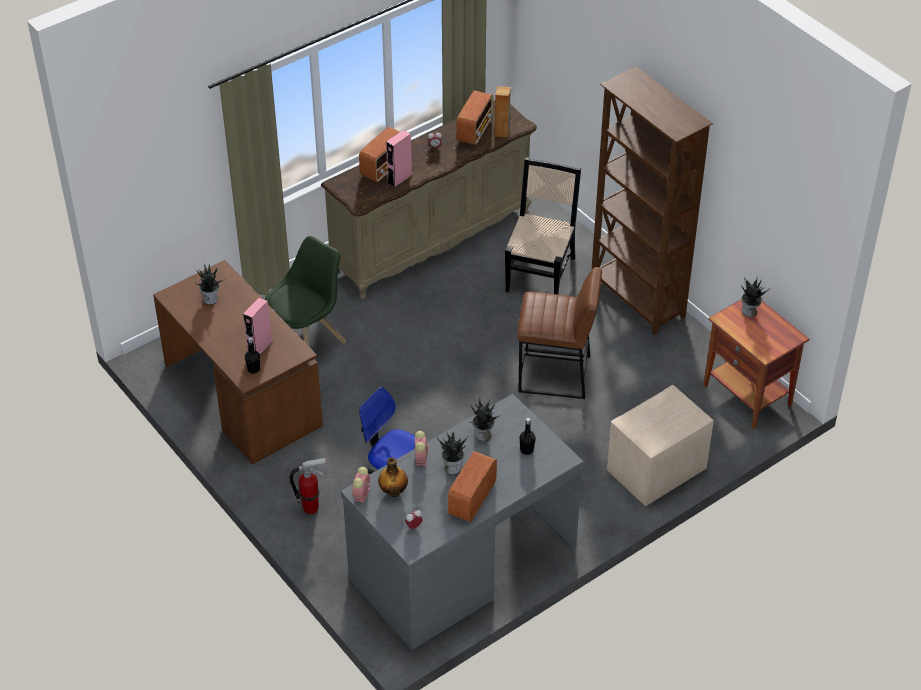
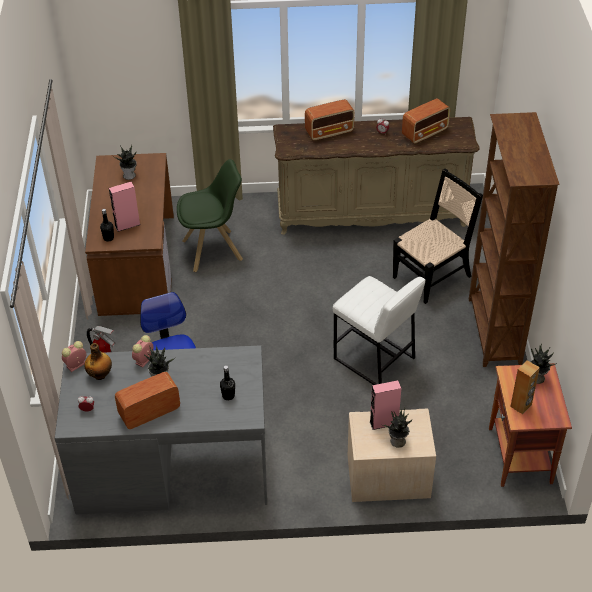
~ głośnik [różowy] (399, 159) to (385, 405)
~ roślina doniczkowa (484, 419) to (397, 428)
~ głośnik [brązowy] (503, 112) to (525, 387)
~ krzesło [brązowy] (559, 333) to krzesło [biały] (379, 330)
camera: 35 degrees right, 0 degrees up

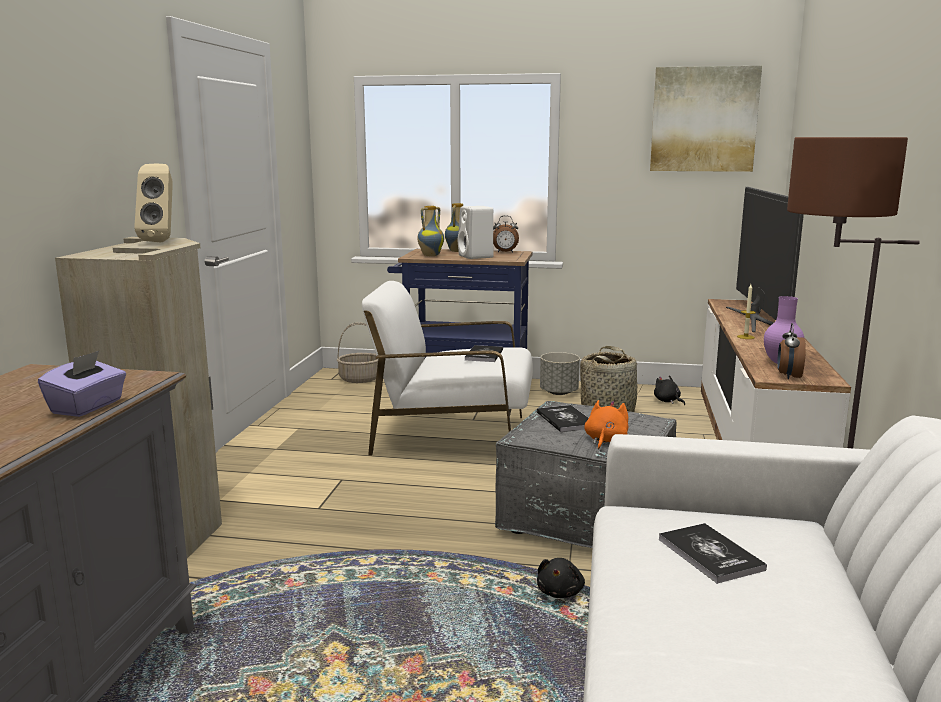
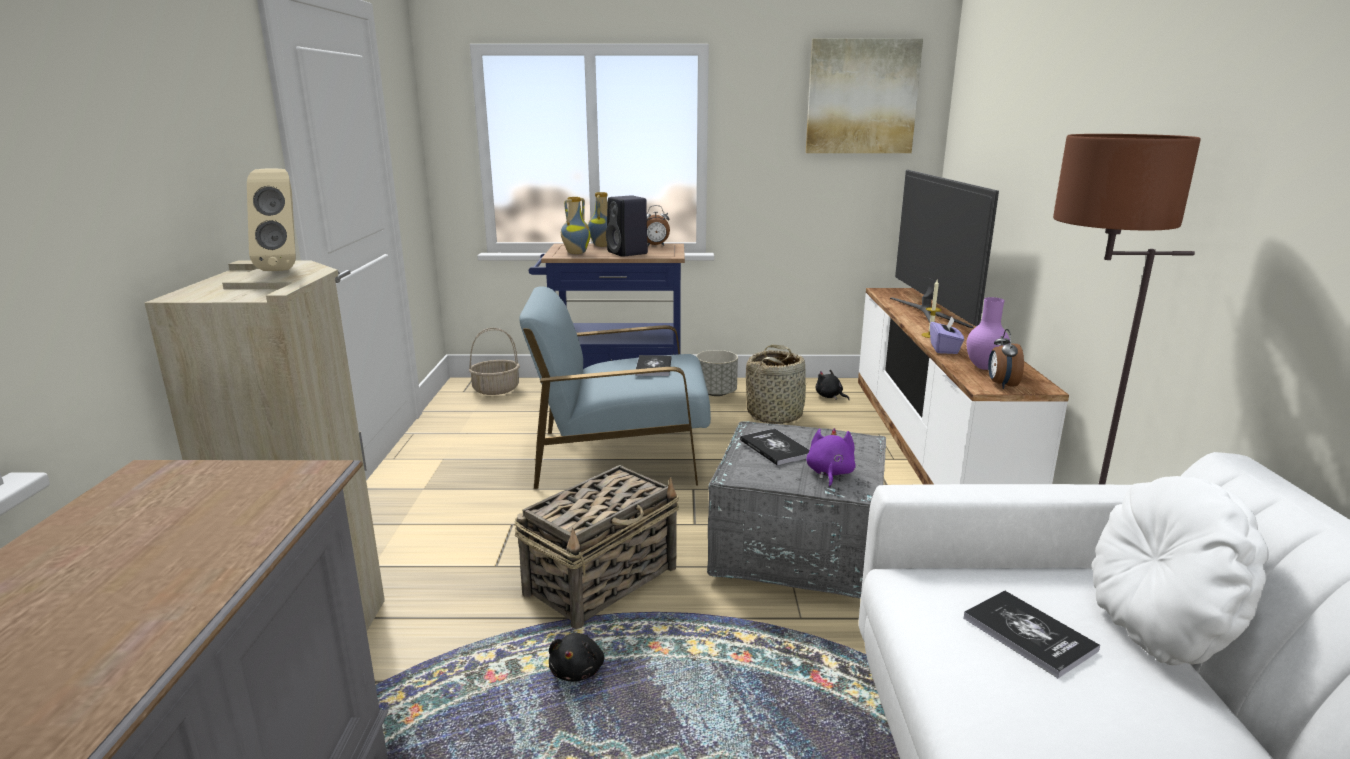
+ koszyk (596, 547)
+ poduszka [biały] (1180, 570)
~ pudełko chusteczek [fioletowy] (82, 384) to (947, 335)
~ pluszak [czarny] (561, 578) to (576, 657)
~ fotel [biały] (447, 368) to fotel [niebieski] (615, 387)
~ głośnik [biały] (476, 232) to głośnik [czarny] (627, 226)
~ pluszak [pomarańczowy] (606, 425) to pluszak [fioletowy] (831, 457)
camera: 10 degrees left, 5 degrees up

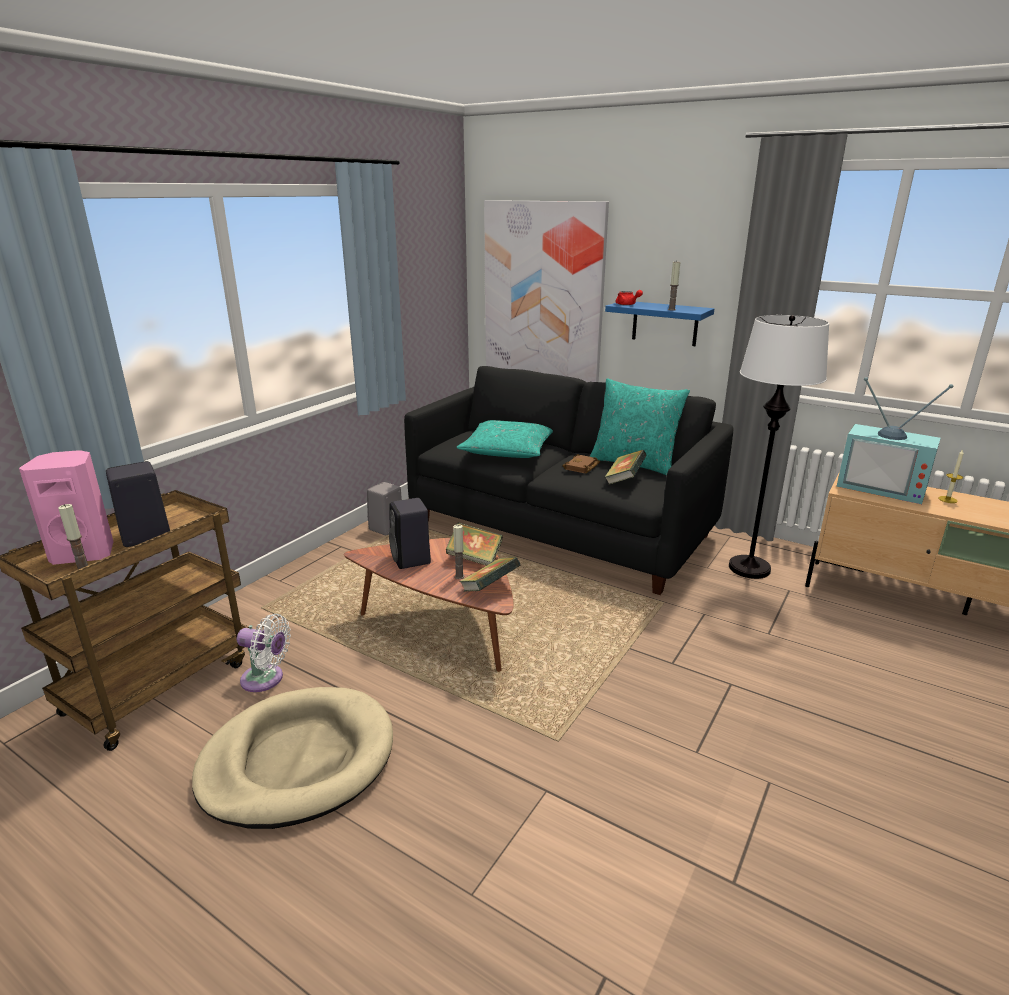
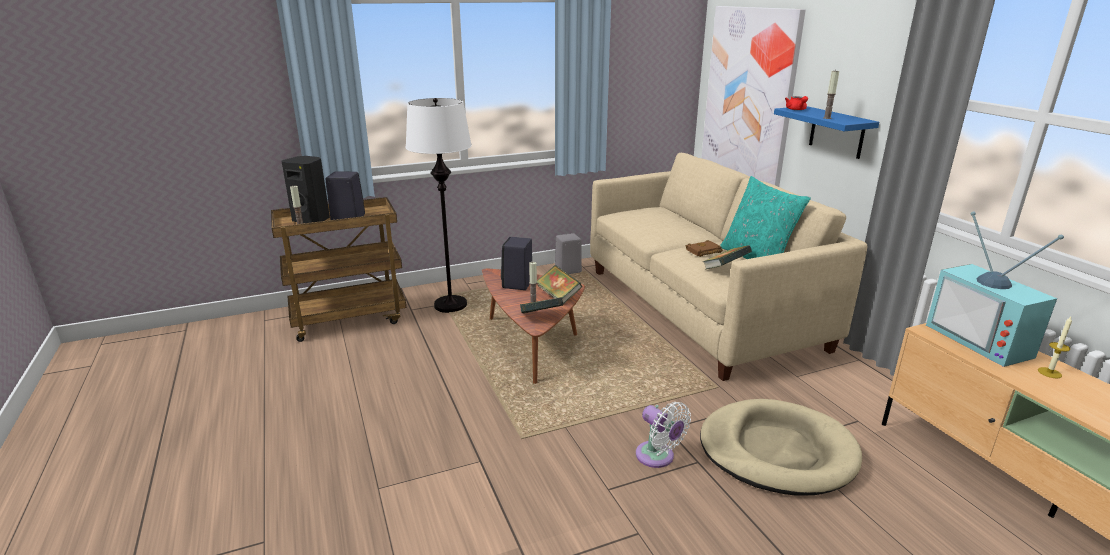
- poduszka [turkusowy] (504, 439)
~ legowisko [beżowy] (292, 758) to (781, 447)
~ wentylator [biały] (264, 653) to (663, 435)
~ lampa stojąca [biały] (779, 447) to (438, 205)
~ głośnik [różowy] (66, 507) to głośnik [czarny] (306, 189)
~ kanapa [czarny] (568, 480) to kanapa [beżowy] (729, 267)
camera: 35 degrees right, 0 degrees up

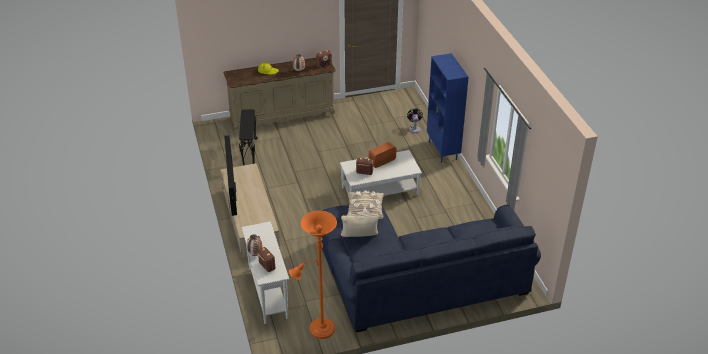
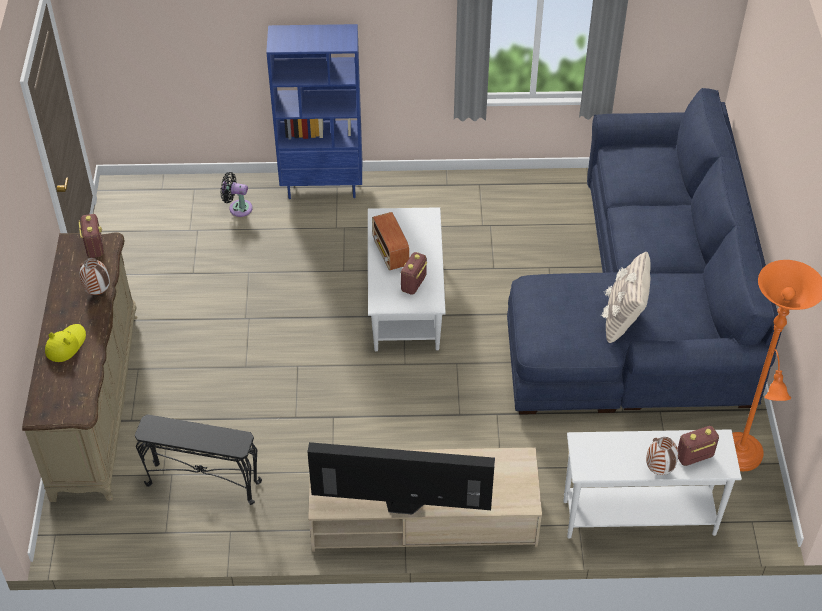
- poduszka [beżowy] (365, 204)
camera: 75 degrees left, 10 degrees up

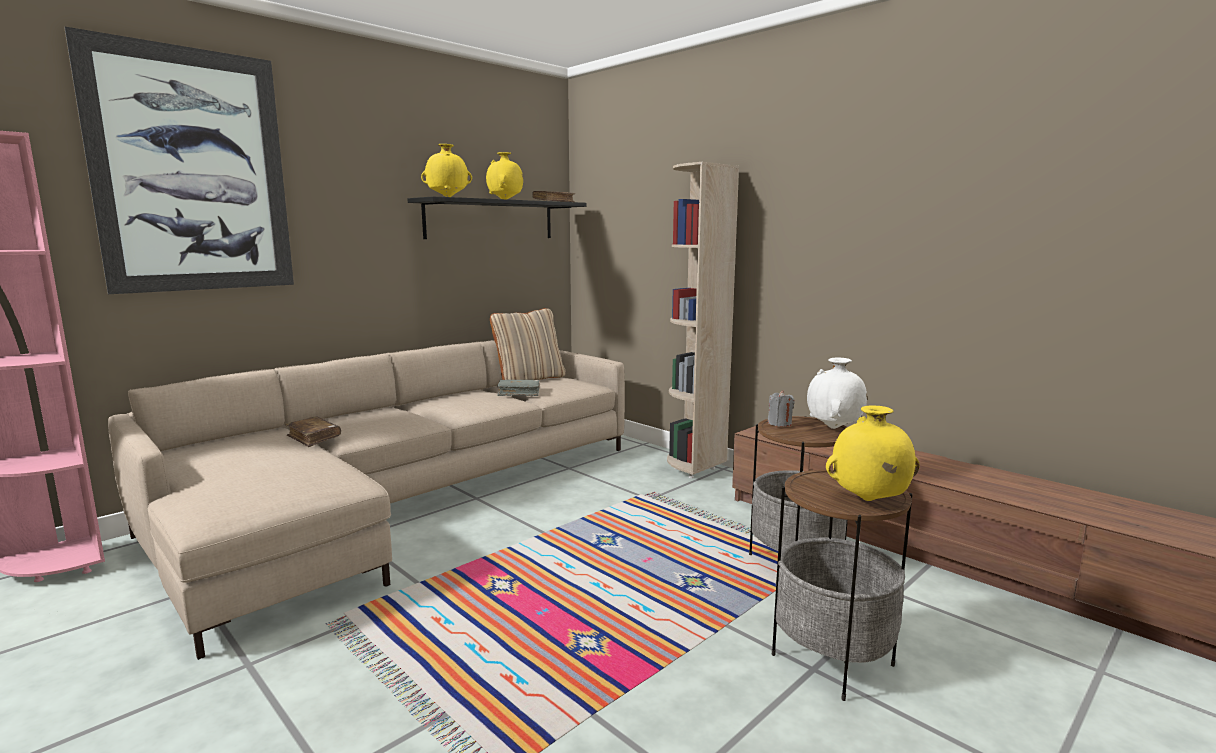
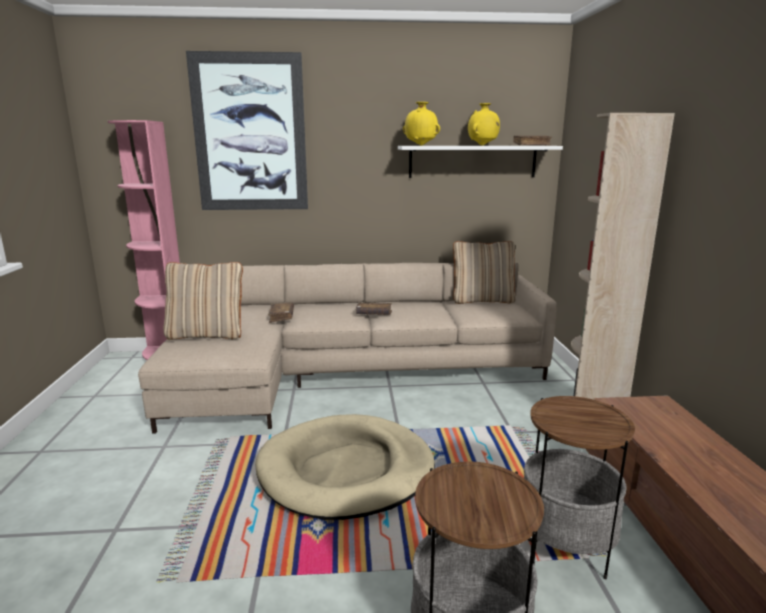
- książka [szary] (518, 388)
- świeca [szary] (781, 408)
- wazon [biały] (837, 393)
- wazon [żółty] (872, 453)
+ poduszka [beżowy] (203, 301)
+ legowisko [beżowy] (345, 467)
+ książka [brązowy] (374, 309)
~ półka [czarny] (497, 217) to półka [biały] (480, 162)
camera: 40 degrees right, 5 degrees up

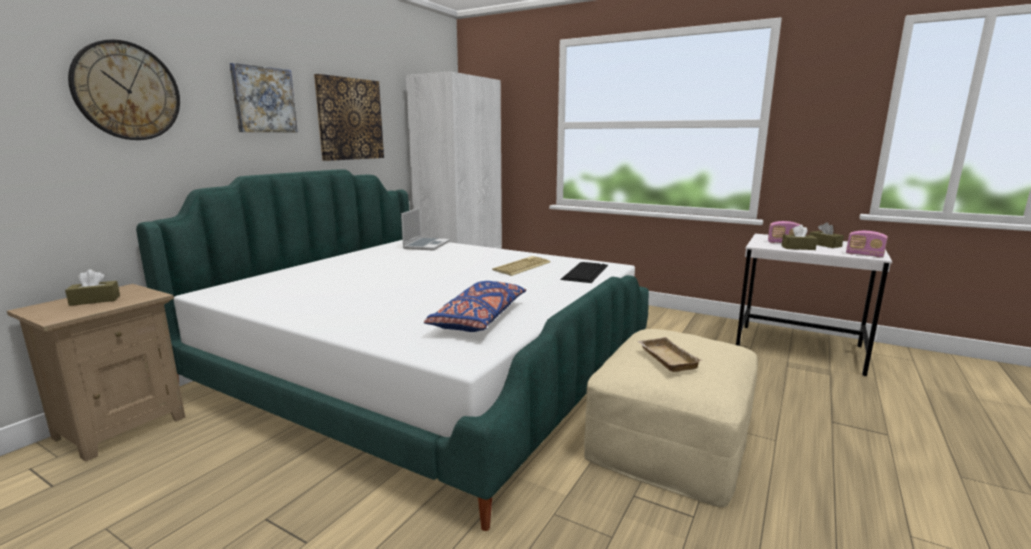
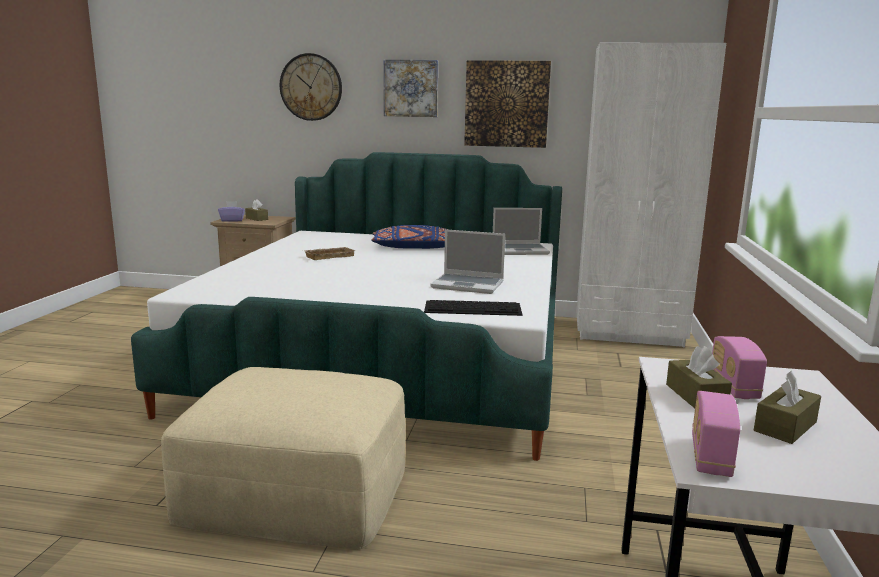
+ pudełko chusteczek [fioletowy] (231, 211)
~ poduszka [niebieski] (475, 306) to (410, 237)
~ taca [beżowy] (669, 354) to (329, 253)
~ klawiatura (521, 266) to laptop (468, 261)
camera: 70 degrees right, 0 degrees up

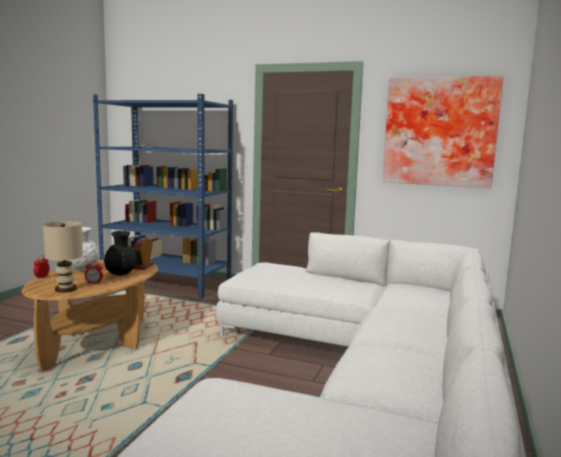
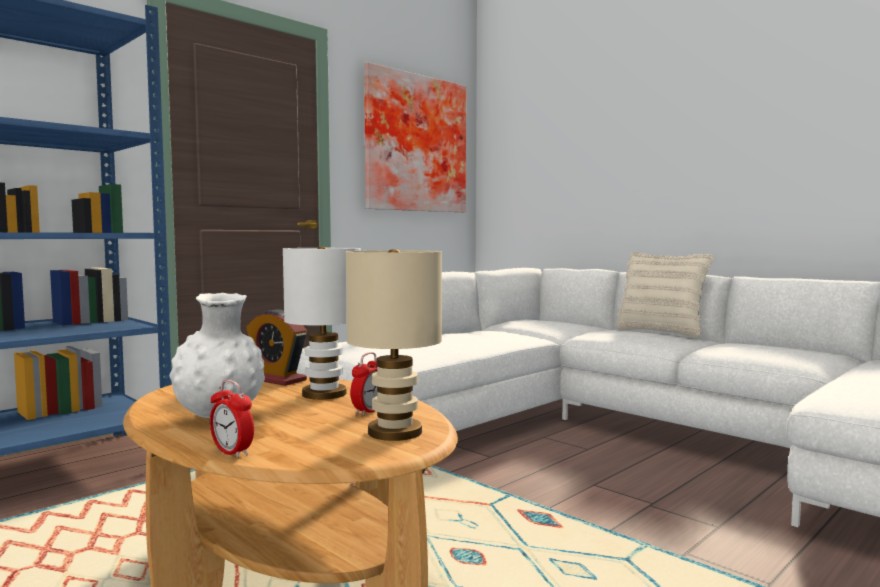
+ poduszka [beżowy] (665, 294)
~ wazon [czarny] (120, 253) to lampa stołowa [biały] (322, 323)
camera: 65 degrees left, 5 degrees down

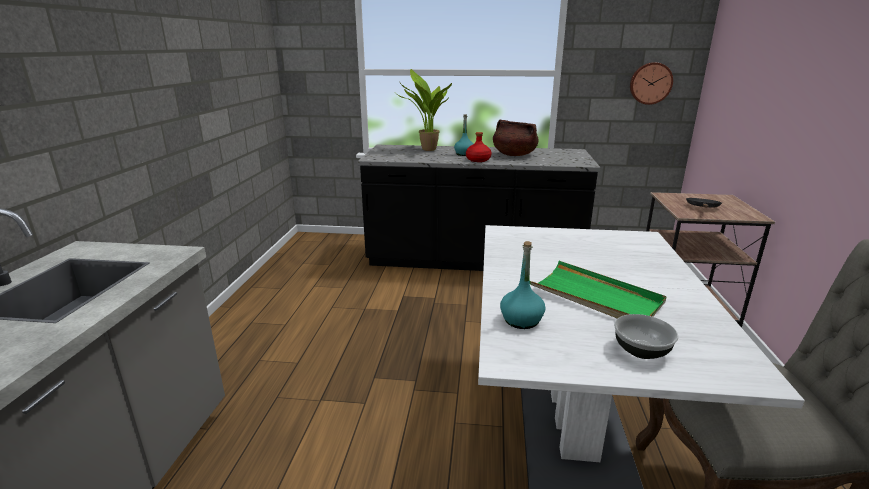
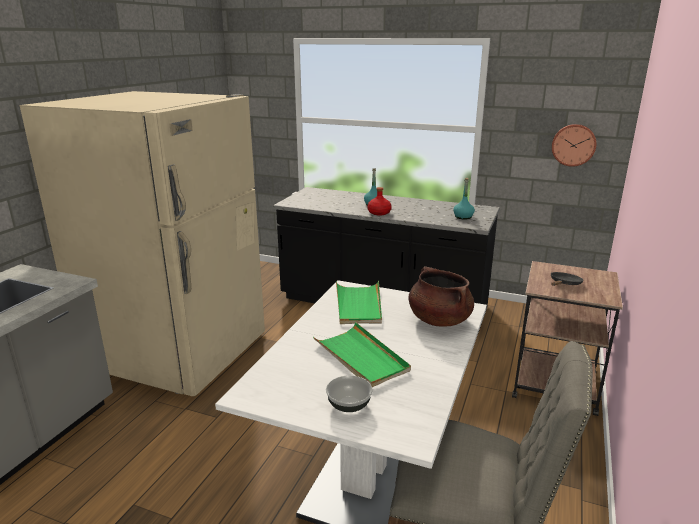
- roślina doniczkowa (425, 110)
+ lodówka [beżowy] (142, 243)
+ taca [zielony] (359, 302)
~ garnek [brązowy] (516, 138) to (441, 296)
~ butelka [turkusowy] (523, 285) to (464, 199)
camera: 15 degrees right, 0 degrees up

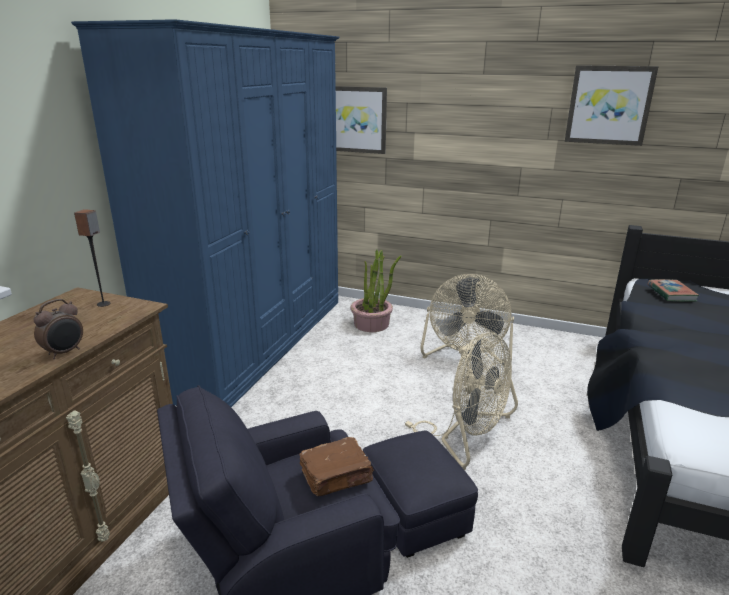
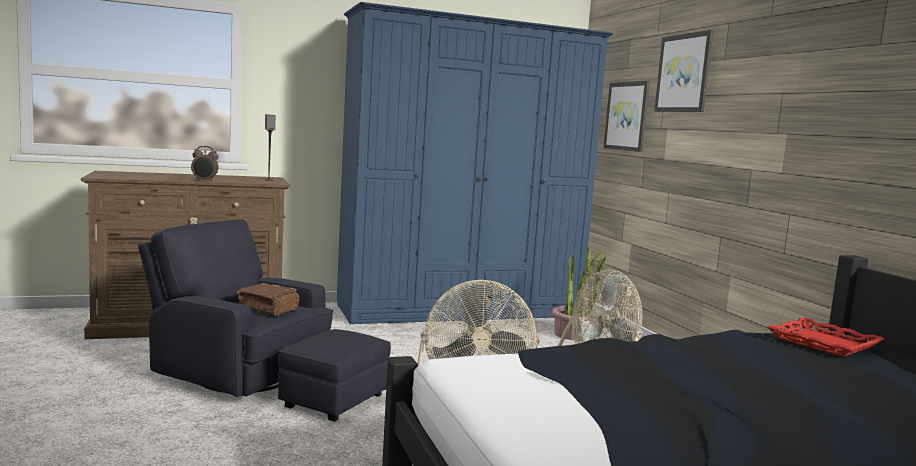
~ obraz (612, 105) to (684, 71)
~ książka (674, 290) to taca [czerwony] (825, 337)
camera: 50 degrees right, 15 degrees down

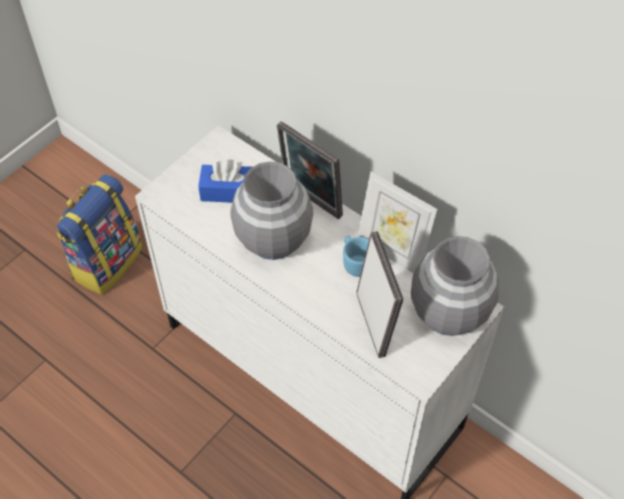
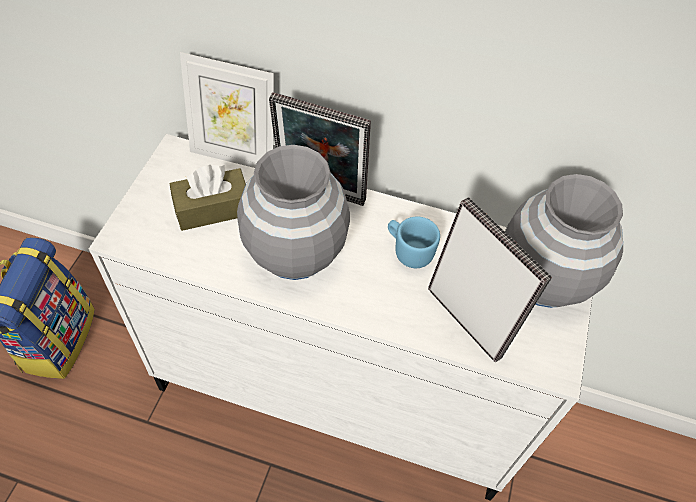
~ ramka na zdjęcie (398, 222) to (227, 110)
~ pudełko chusteczek [niebieski] (225, 181) to pudełko chusteczek [brązowy] (207, 198)
camera: 25 degrees left, 0 degrees up

